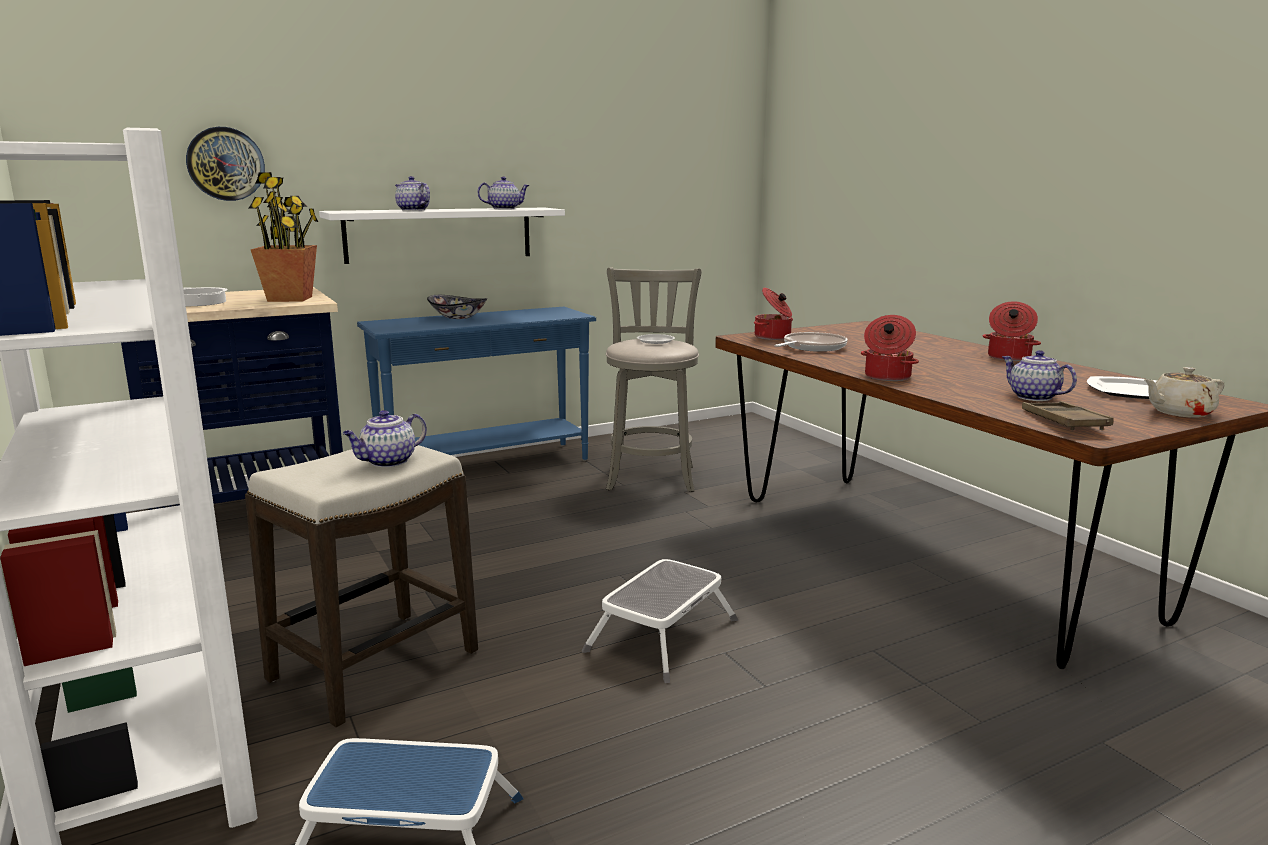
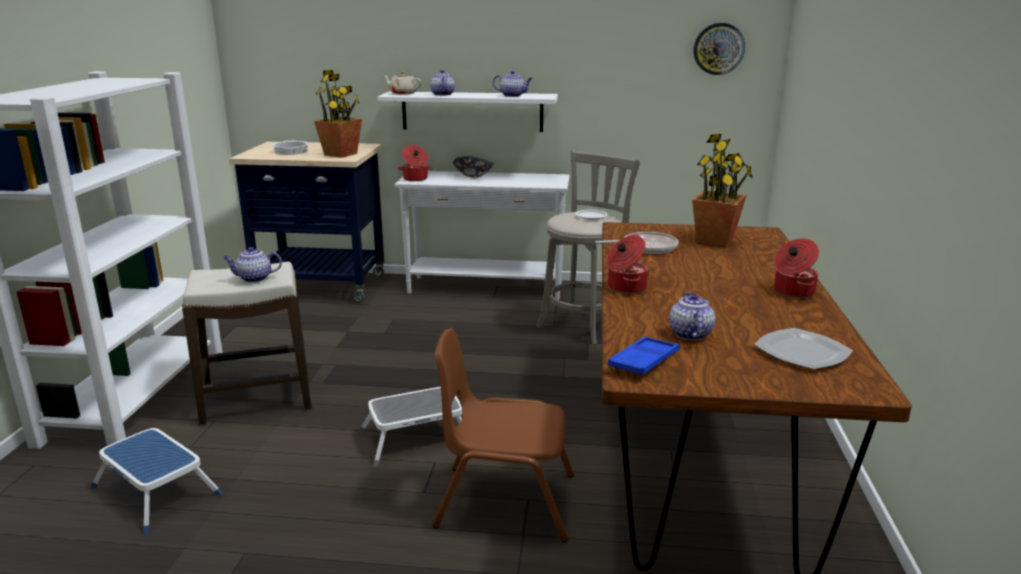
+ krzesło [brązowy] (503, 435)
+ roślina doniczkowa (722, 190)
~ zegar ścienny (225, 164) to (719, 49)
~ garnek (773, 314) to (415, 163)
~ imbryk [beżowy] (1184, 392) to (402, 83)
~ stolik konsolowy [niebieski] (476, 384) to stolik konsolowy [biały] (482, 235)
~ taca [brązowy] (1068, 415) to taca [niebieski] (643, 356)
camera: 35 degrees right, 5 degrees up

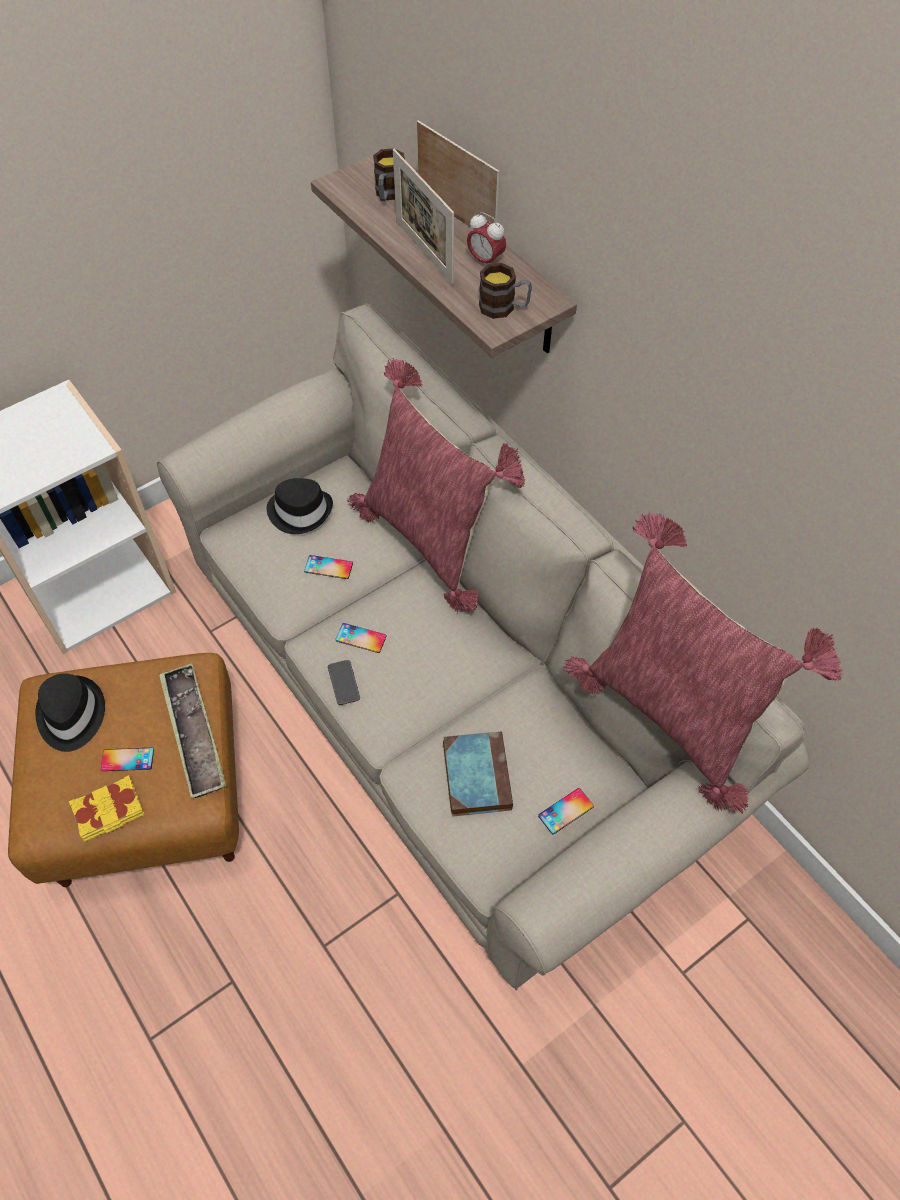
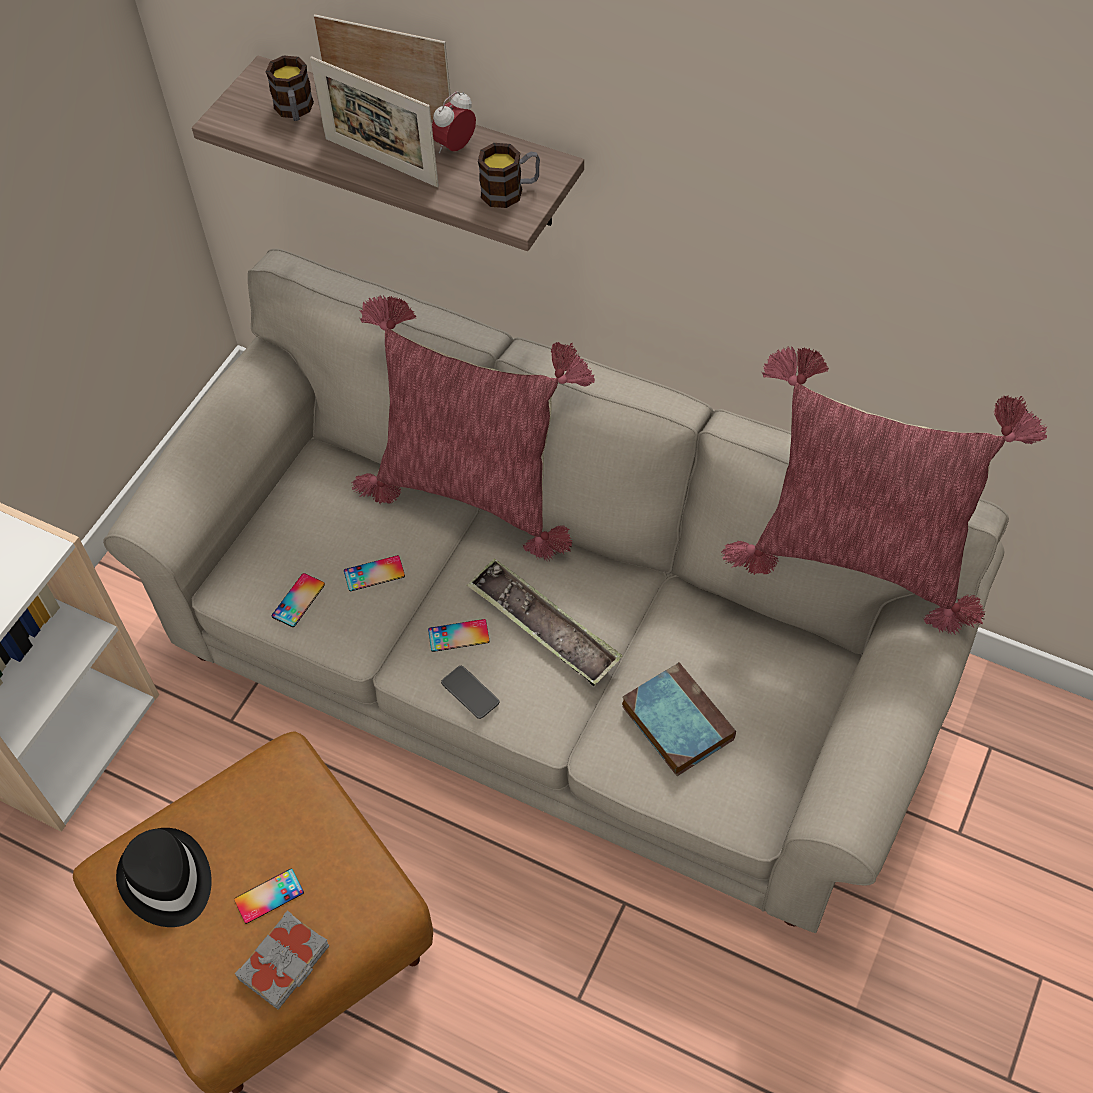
- kapelusz [czarny] (300, 506)
~ taca (192, 731) to (545, 622)
~ telefon (566, 811) to (298, 600)
~ książka [żółty] (106, 808) to książka [szary] (282, 960)
~ budzik (486, 238) = (454, 122) 120 degrees clockwise
camera: 25 degrees left, 0 degrees up

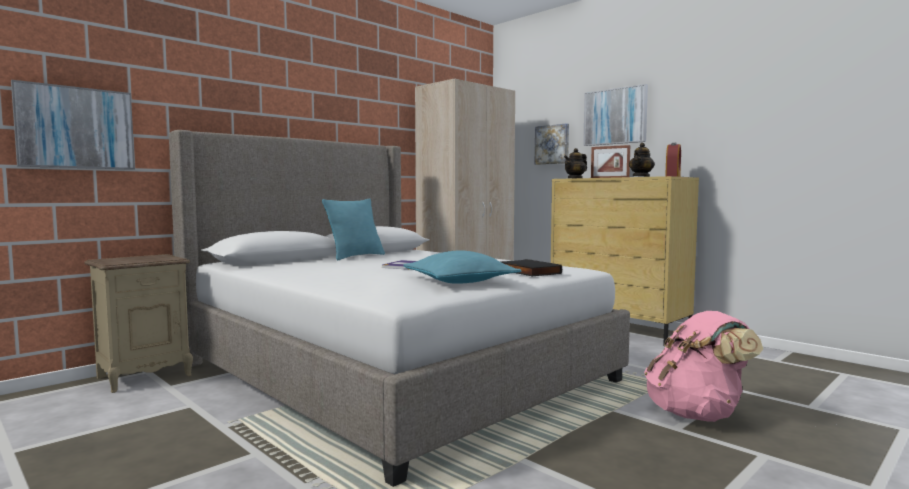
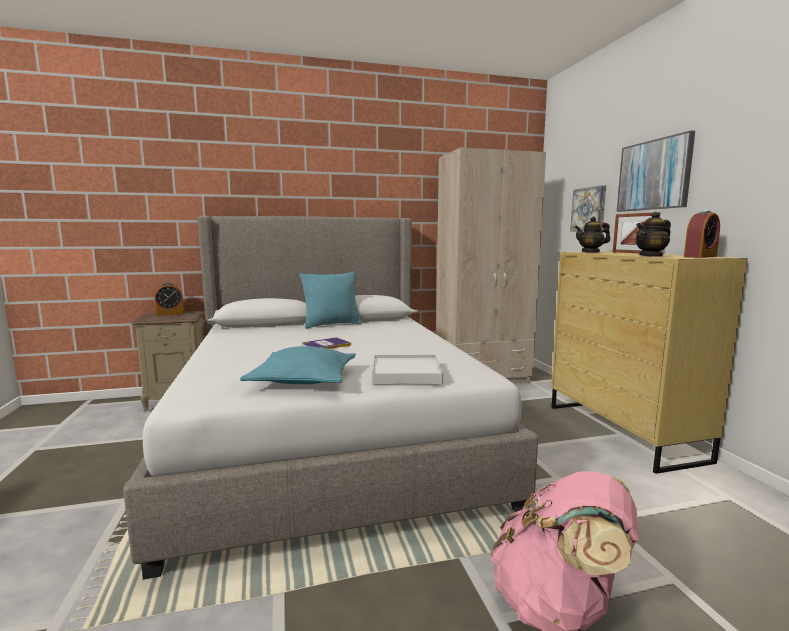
- obraz (73, 125)
+ budzik (169, 299)
~ książka [czarny] (531, 267) to taca [biały] (407, 369)
camera: 30 degrees right, 5 degrees up

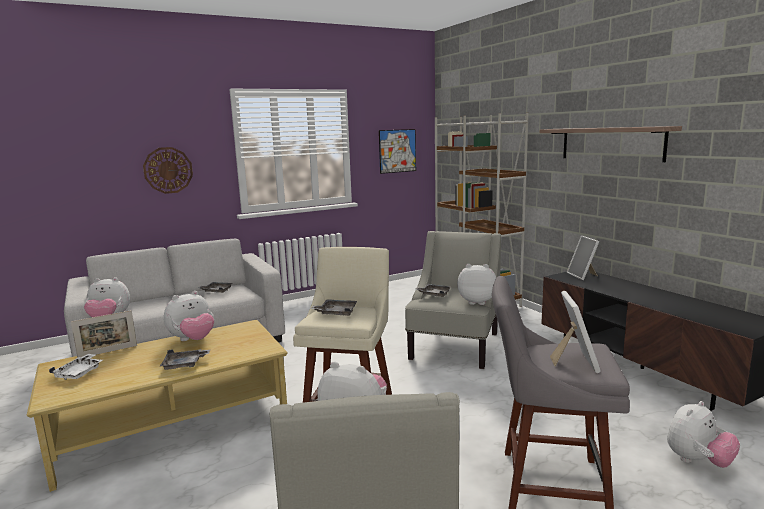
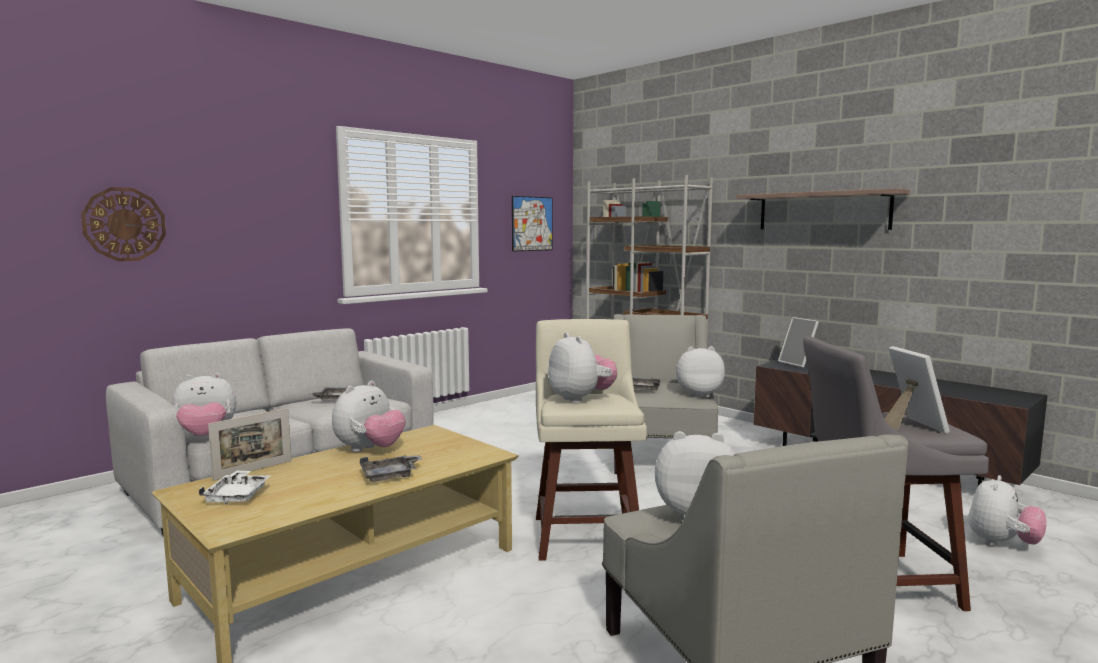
~ zegar ścienny (168, 170) to (123, 224)
~ taca [szary] (334, 307) to pluszak (582, 368)
camera: 15 degrees left, 5 degrees down

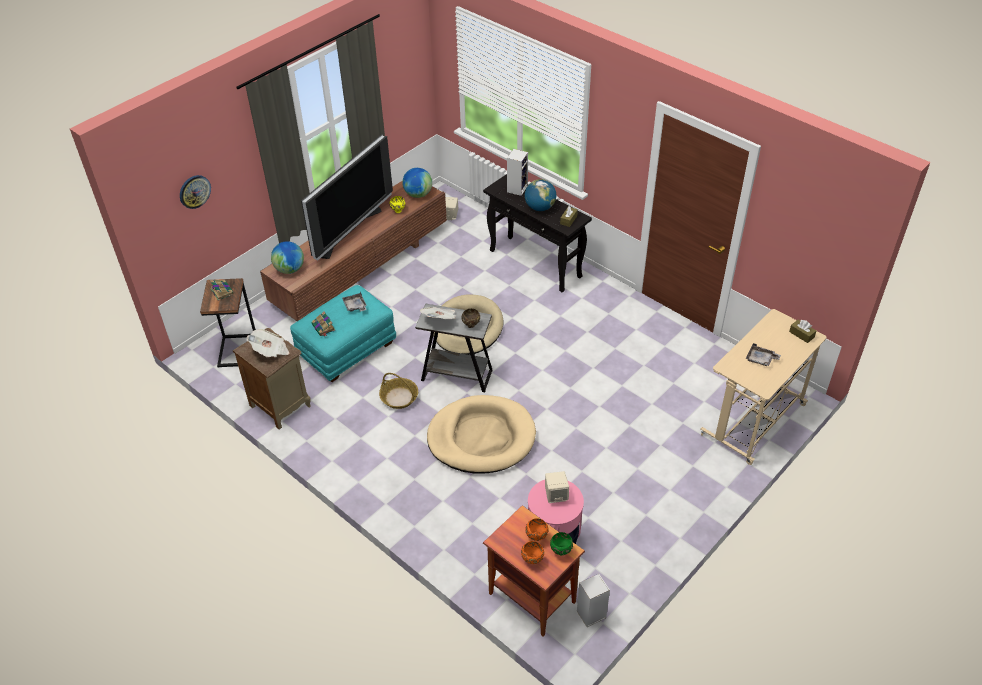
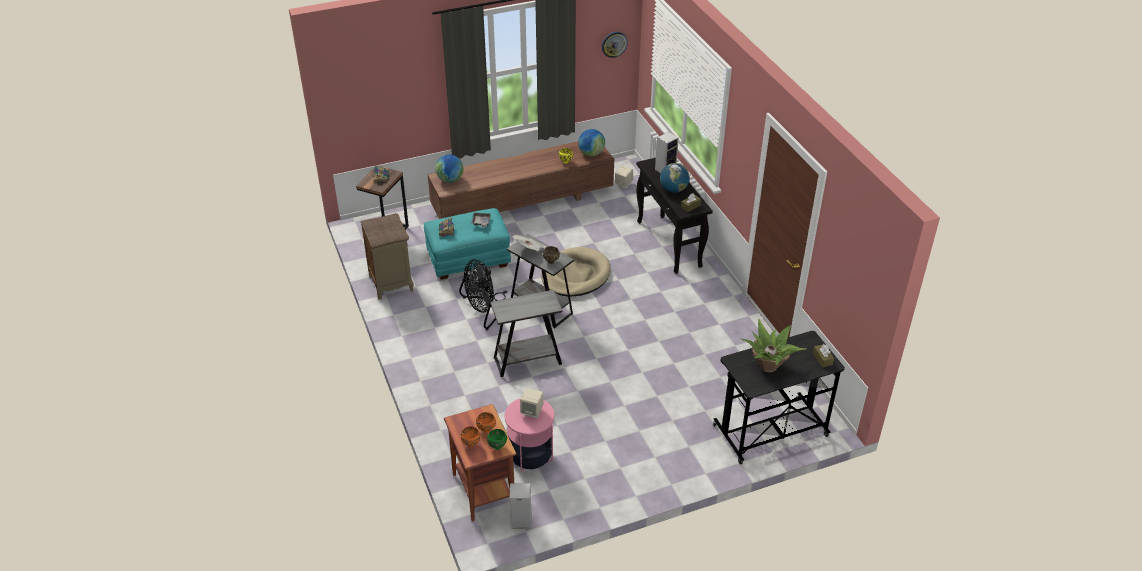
- gazeta (268, 343)
- telewizor (347, 197)
~ zegar ścienny (195, 192) to (615, 45)
~ koszyk (398, 391) to wentylator [czarny] (483, 295)
~ legowisko [beżowy] (481, 434) to stolik [szary] (526, 333)
~ taca [szary] (763, 354) to roślina doniczkowa (774, 346)
~ biurko [beżowy] (763, 387) to biurko [czarny] (779, 398)
camera: 25 degrees right, 5 degrees down

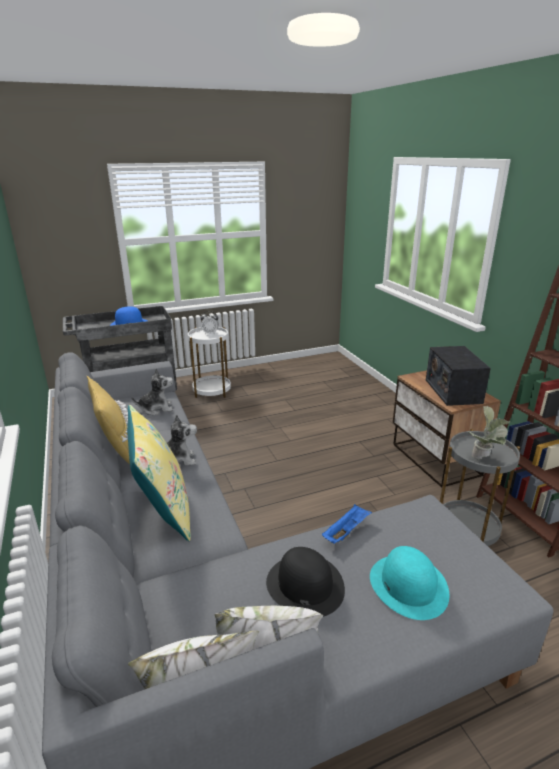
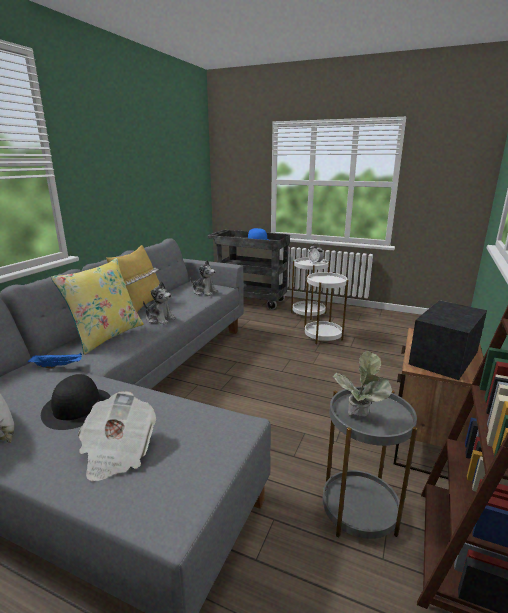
+ stolik [biały] (326, 308)
~ taca [niebieski] (347, 524) to (55, 360)
~ kapelusz [turkusowy] (409, 583) to gazeta (117, 436)
camera: 45 degrees right, 5 degrees down

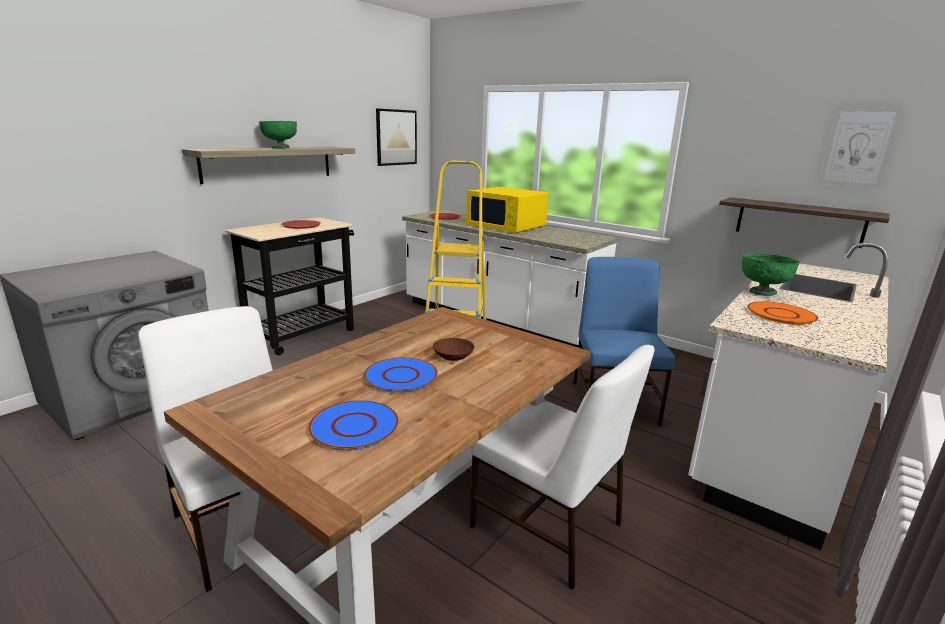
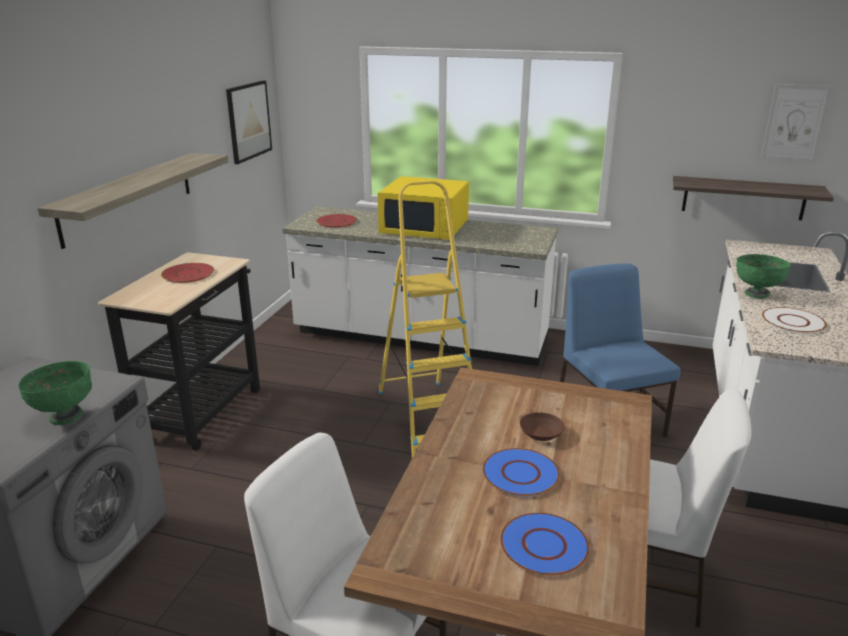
~ miska [zielony] (278, 134) to (55, 393)
~ talerz [pomarańczowy] (782, 313) to talerz [biały] (794, 320)
camera: 20 degrees left, 5 degrees up

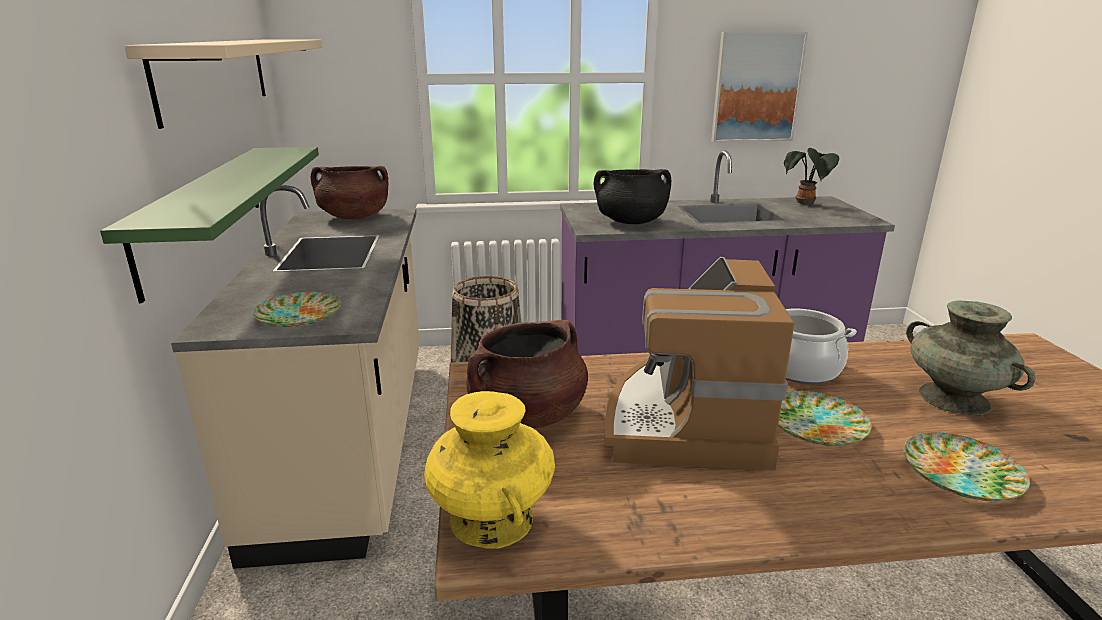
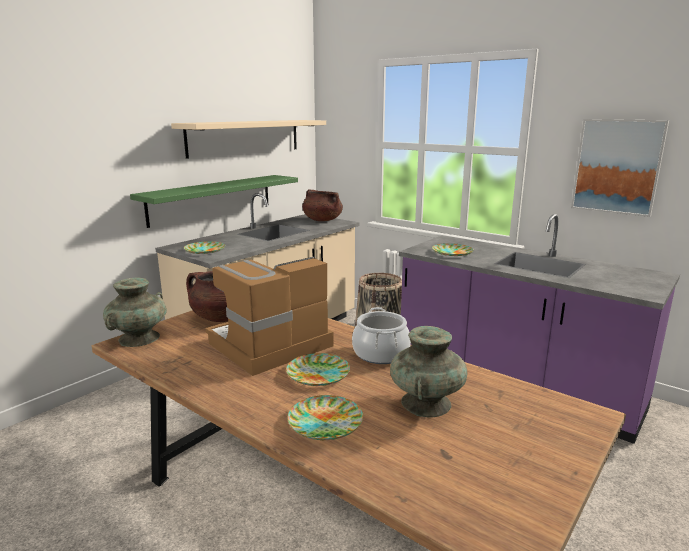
- roślina doniczkowa (811, 176)
~ garnek [czarny] (632, 196) to talerz (453, 249)
~ wazon [żółty] (489, 470) to wazon [turkusowy] (135, 312)
camera: 45 degrees right, 5 degrees down

